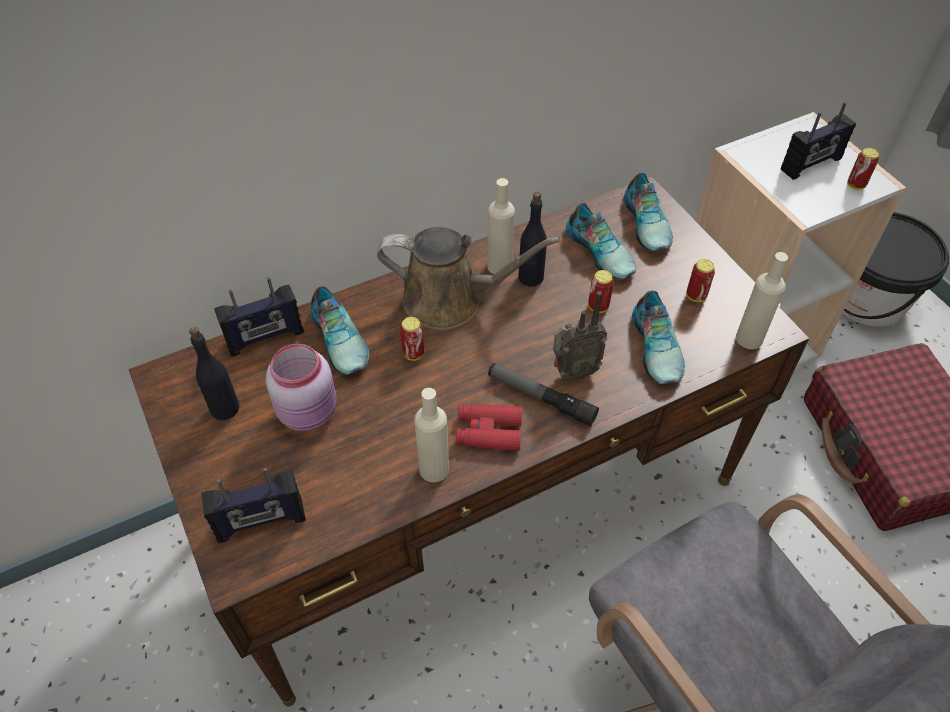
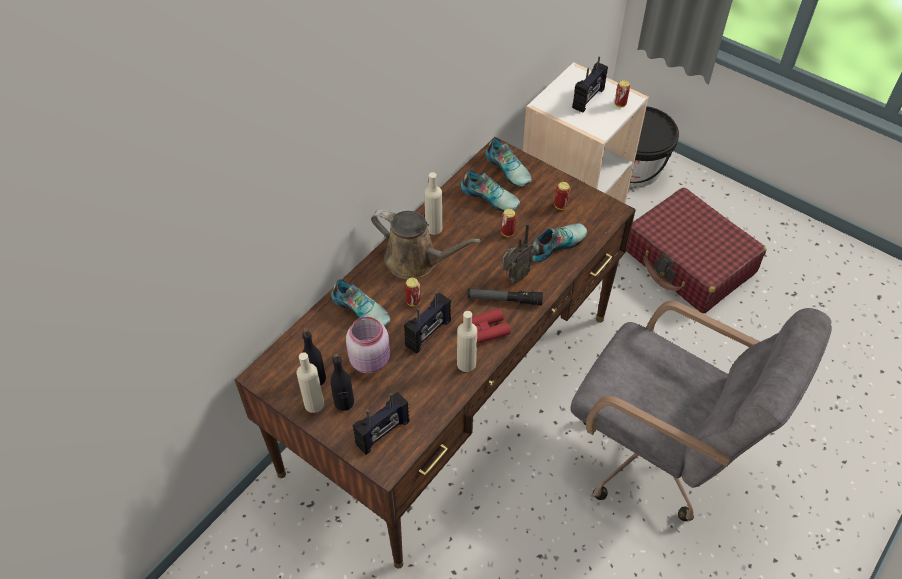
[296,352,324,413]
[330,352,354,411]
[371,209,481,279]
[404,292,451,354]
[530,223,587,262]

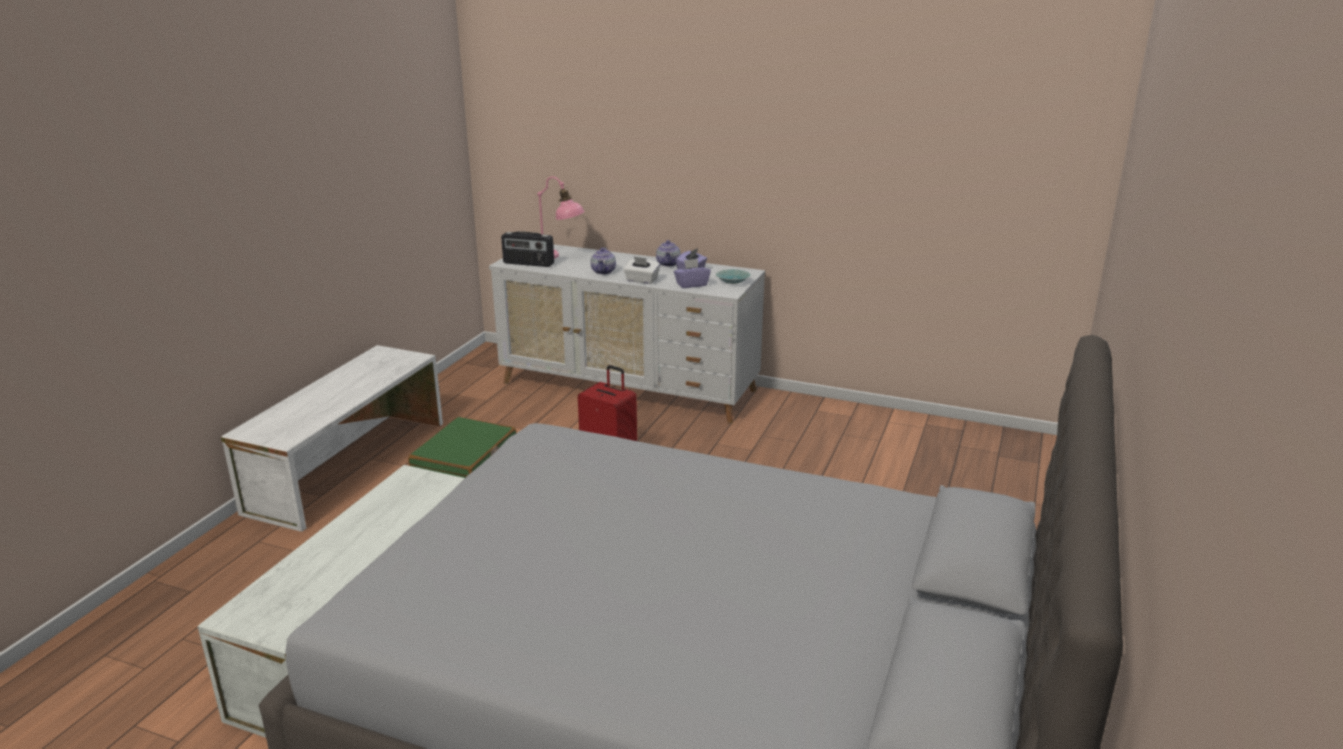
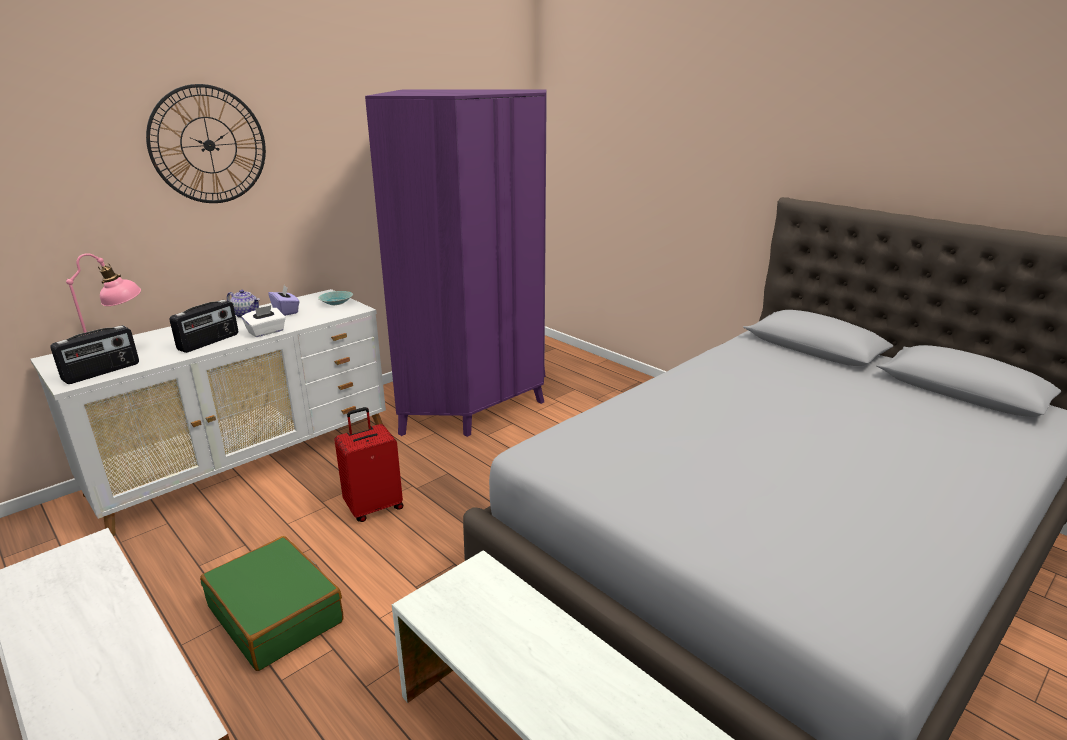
[146,84,266,203]
[170,300,238,353]
[365,89,547,437]
[674,259,711,288] (first image)

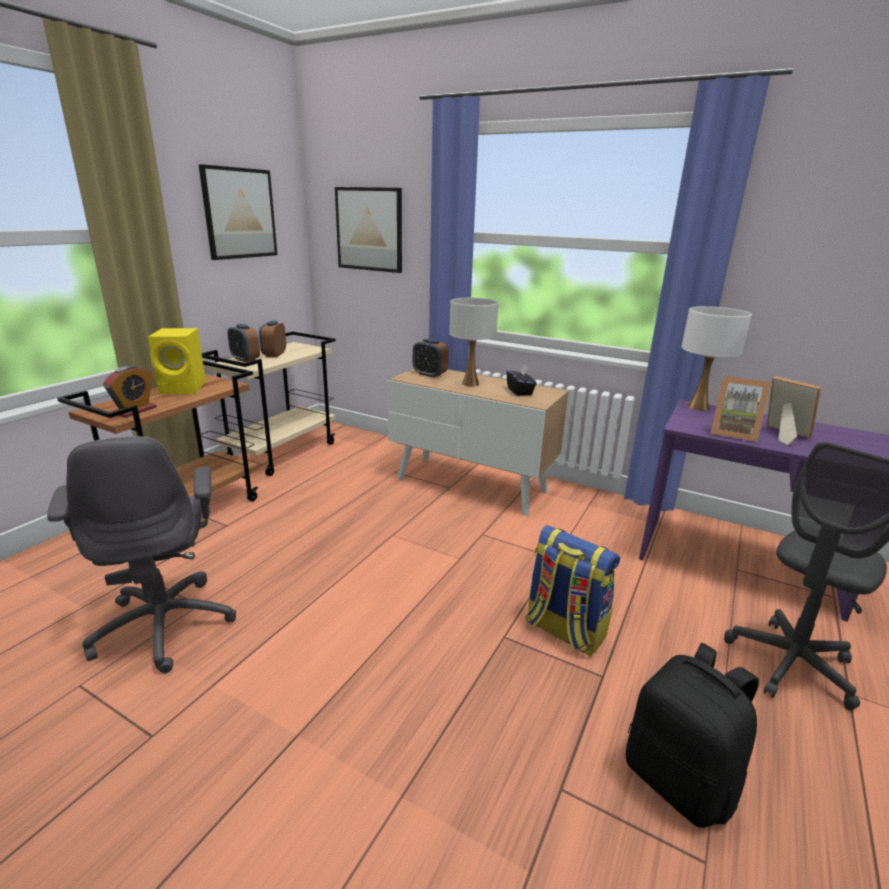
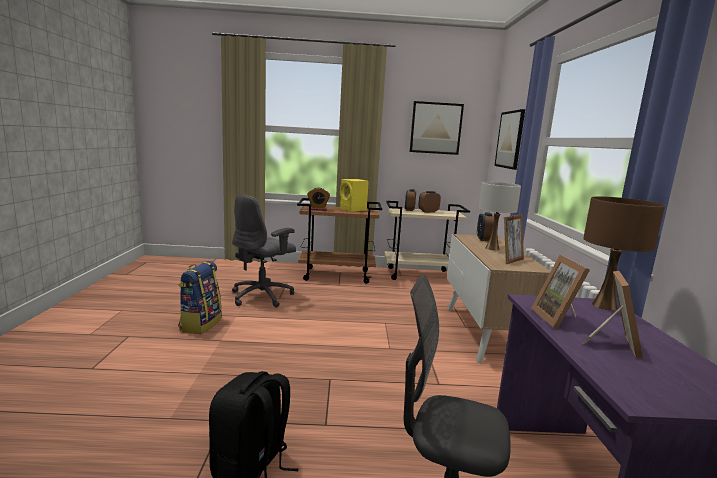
[178,261,222,334]
[504,215,524,264]
[583,196,665,311]

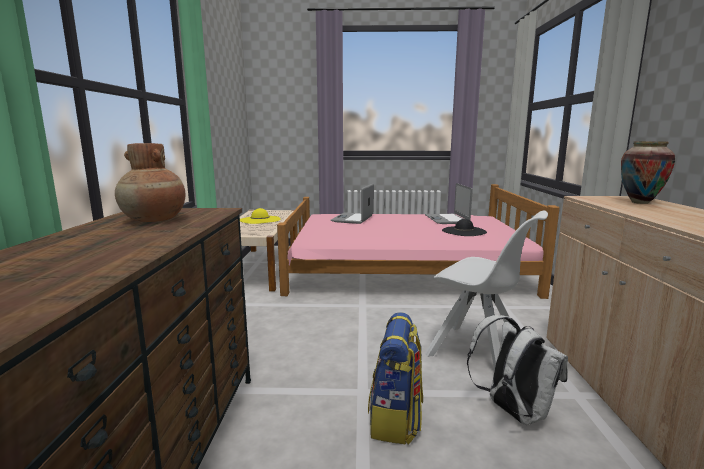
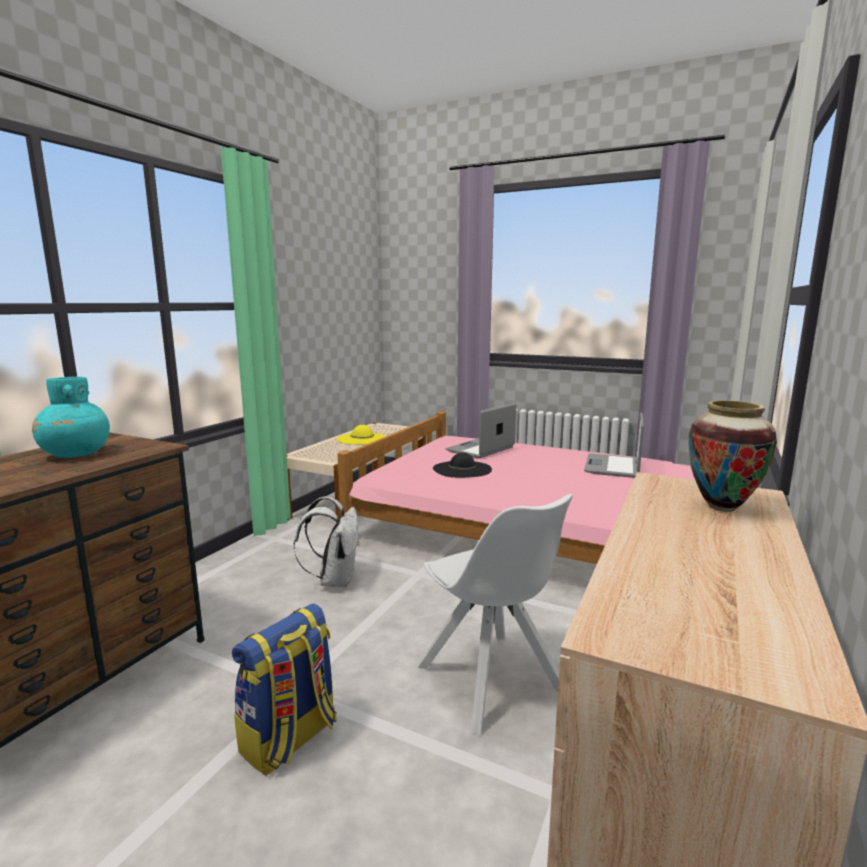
[32,377,110,458]
[294,497,360,588]
[433,453,492,478]

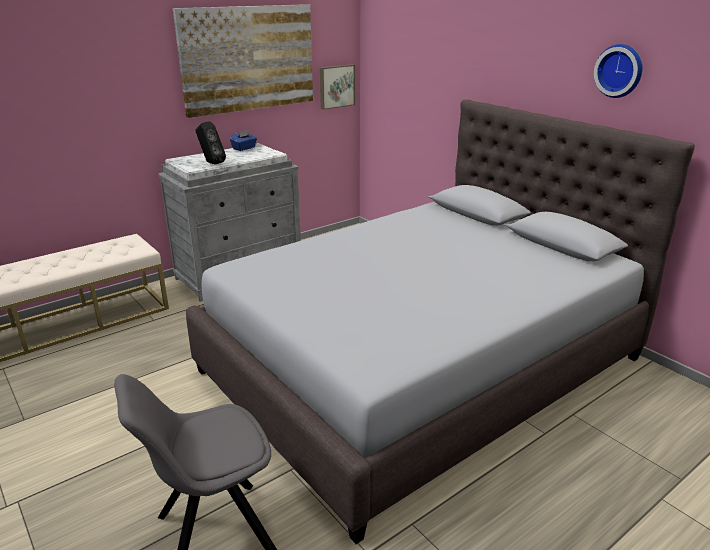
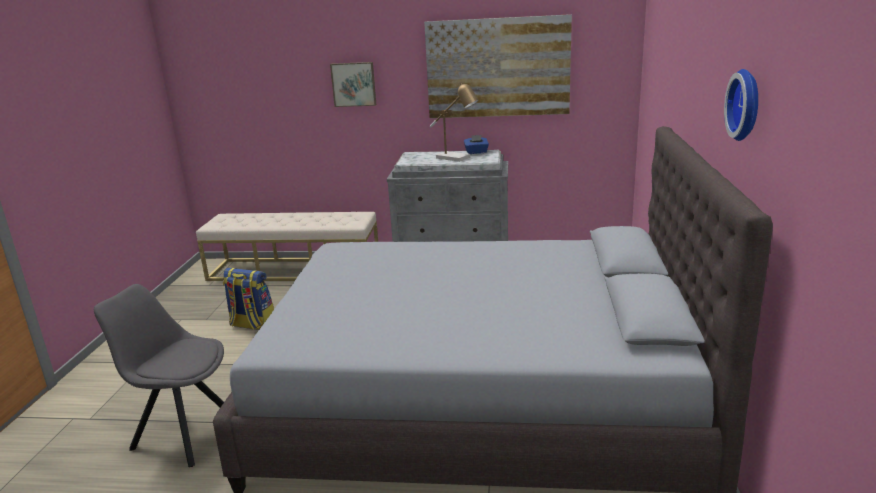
[223,268,274,330]
[330,62,376,107]
[430,82,479,162]
[196,121,226,164] (first image)

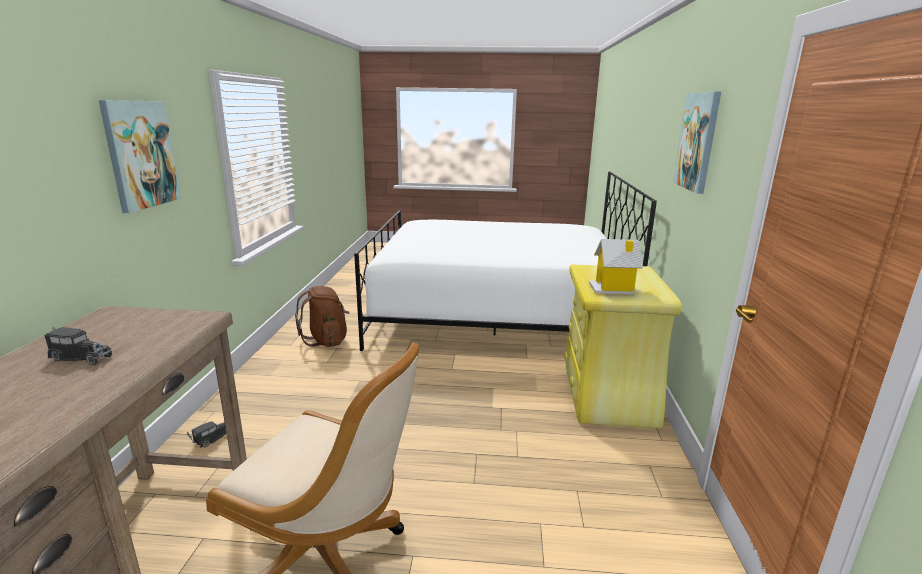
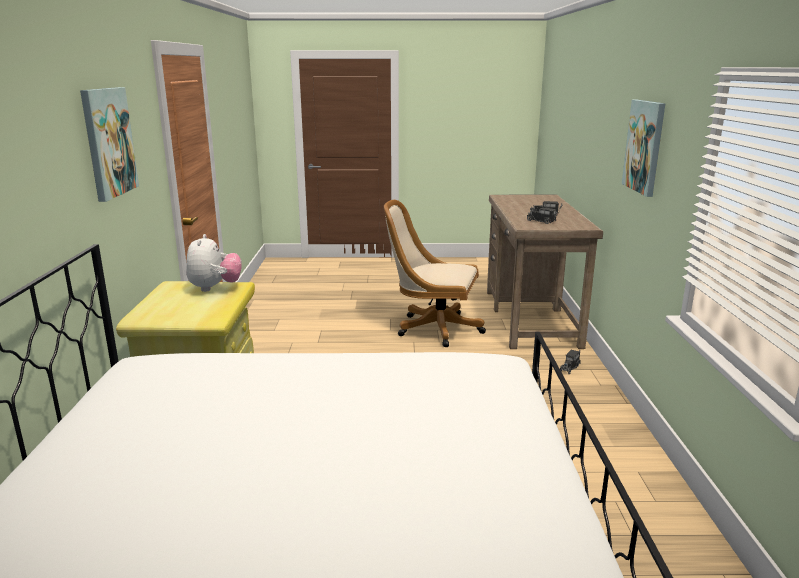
[186,234,242,292]
[527,208,557,224]
[295,286,350,347] (first image)

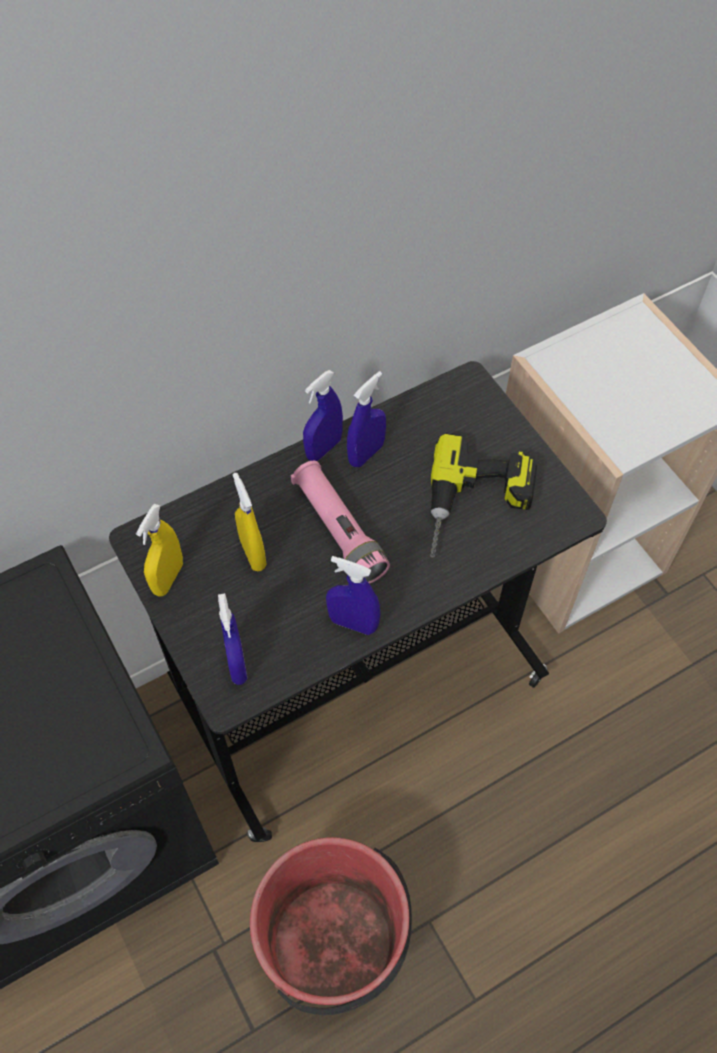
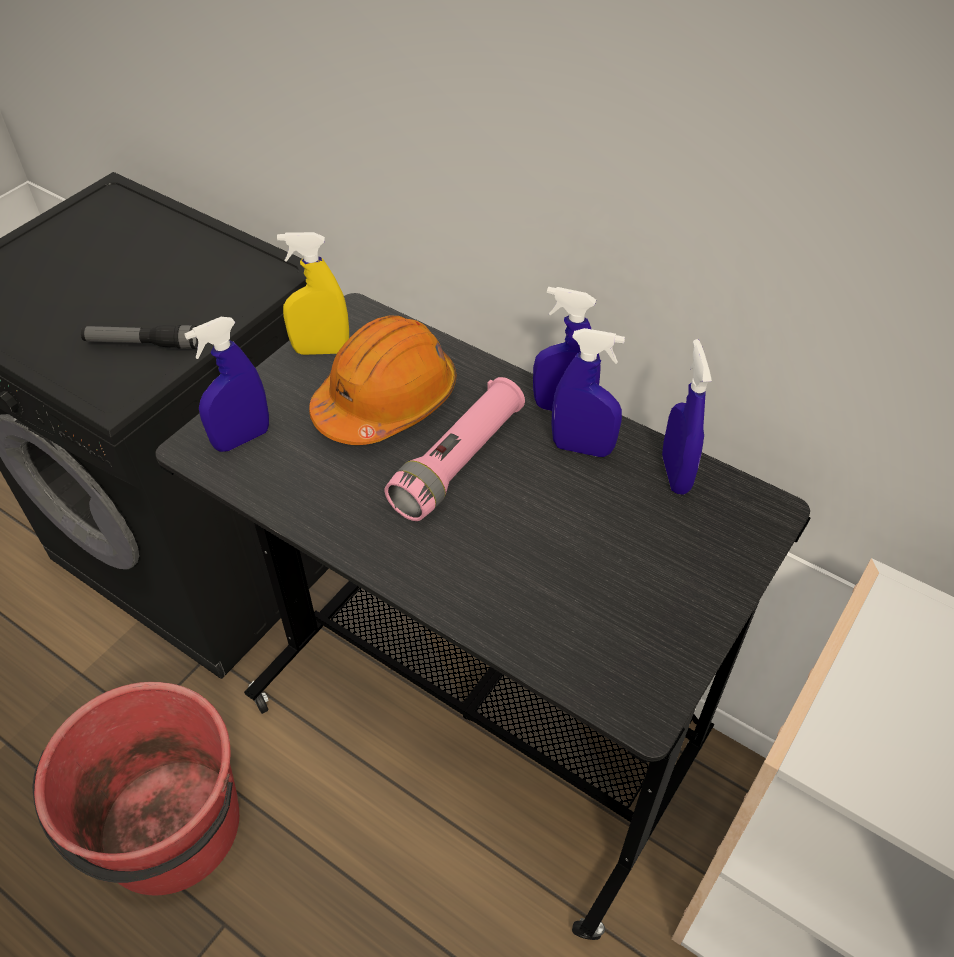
[81,325,198,349]
[309,316,456,445]
[662,339,712,495]
[430,433,537,558] (first image)

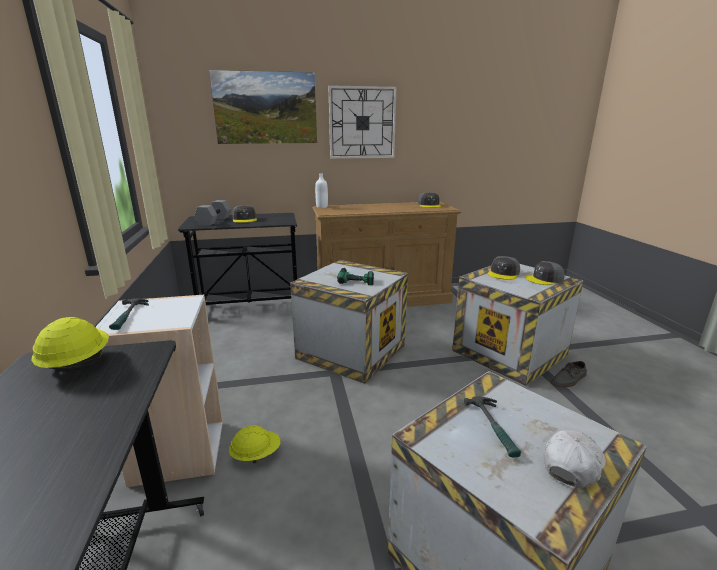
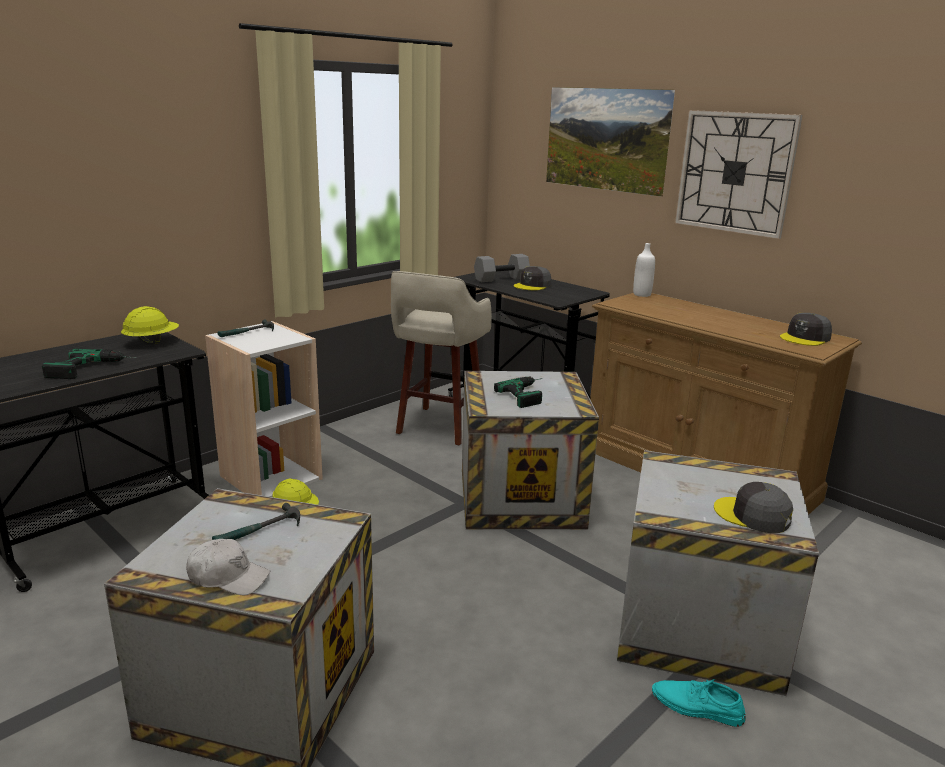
[42,349,136,379]
[391,271,492,445]
[652,679,746,727]
[488,256,520,280] (first image)

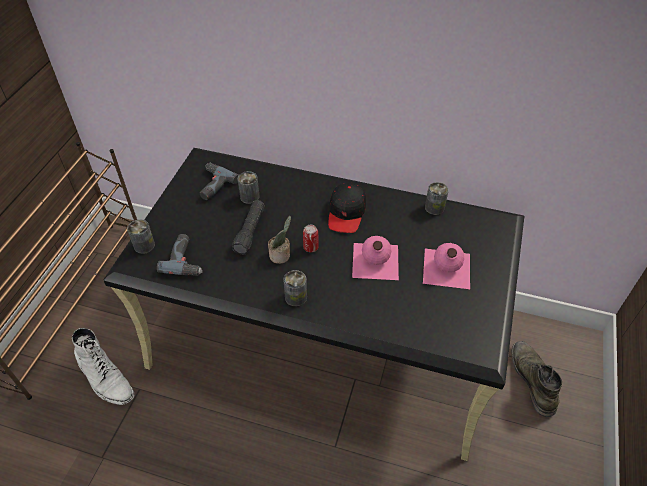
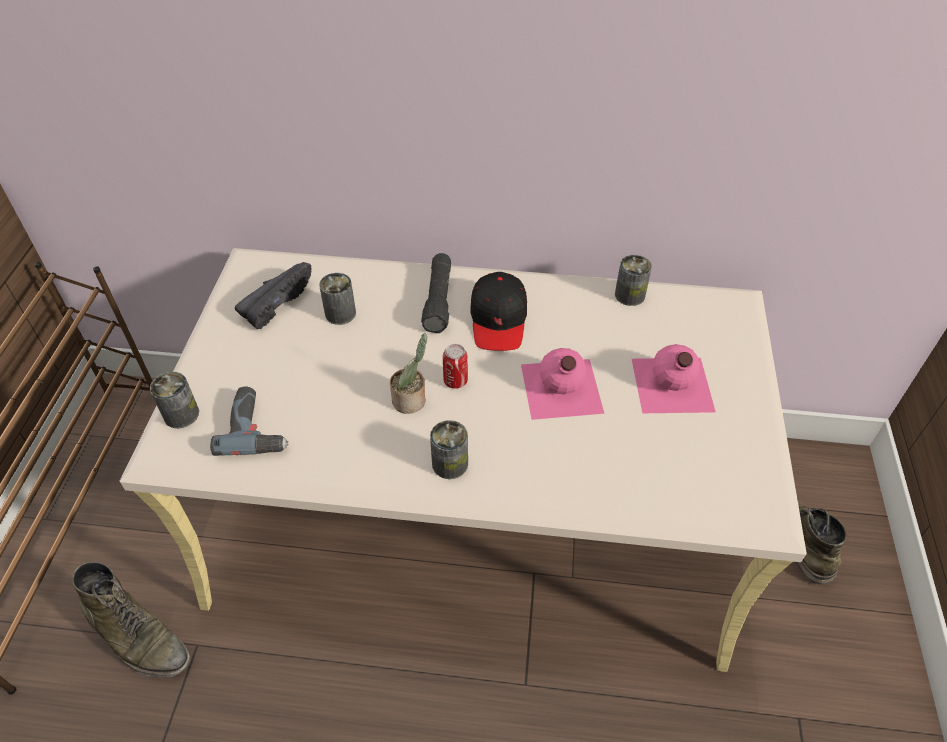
[73,562,191,677]
[120,248,807,672]
[235,262,311,329]
[421,253,451,333]

